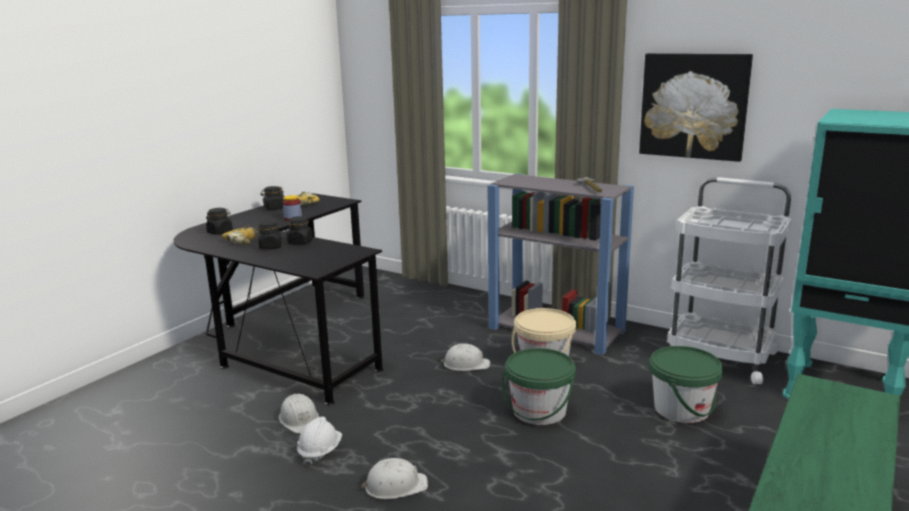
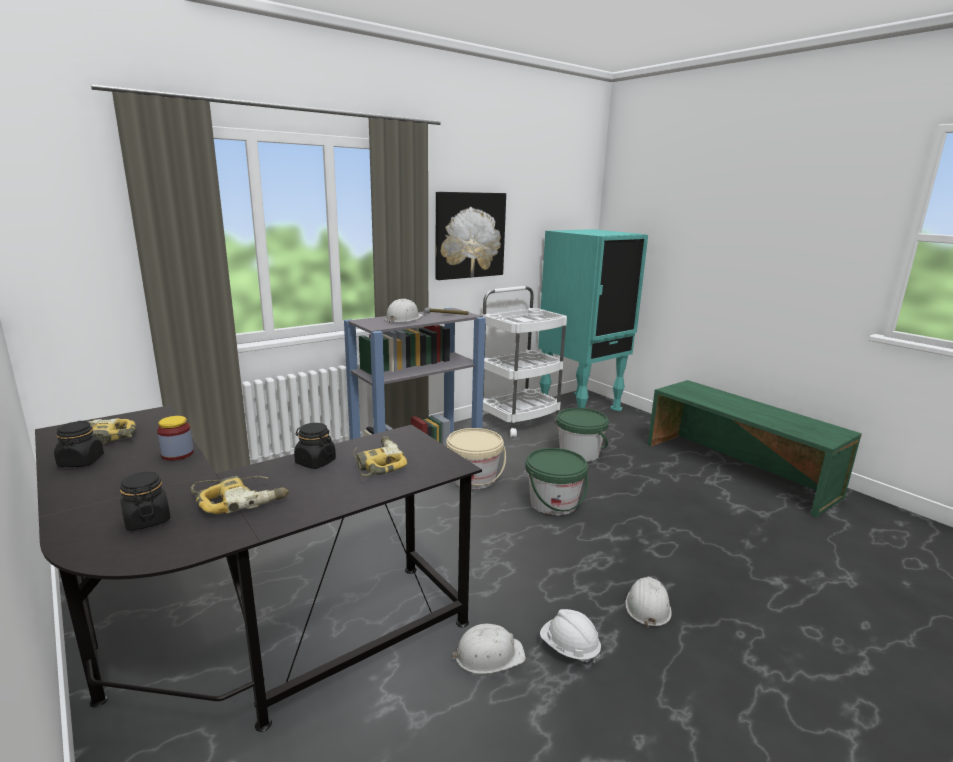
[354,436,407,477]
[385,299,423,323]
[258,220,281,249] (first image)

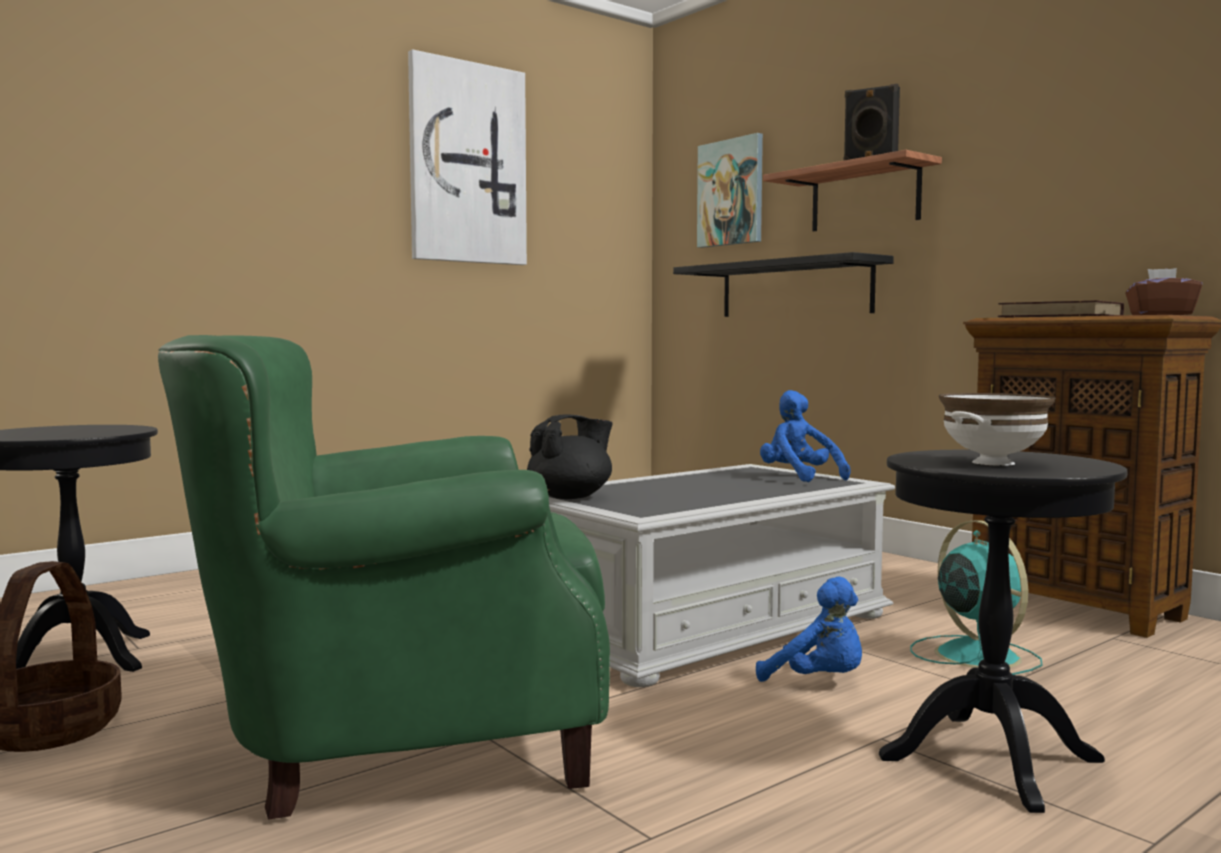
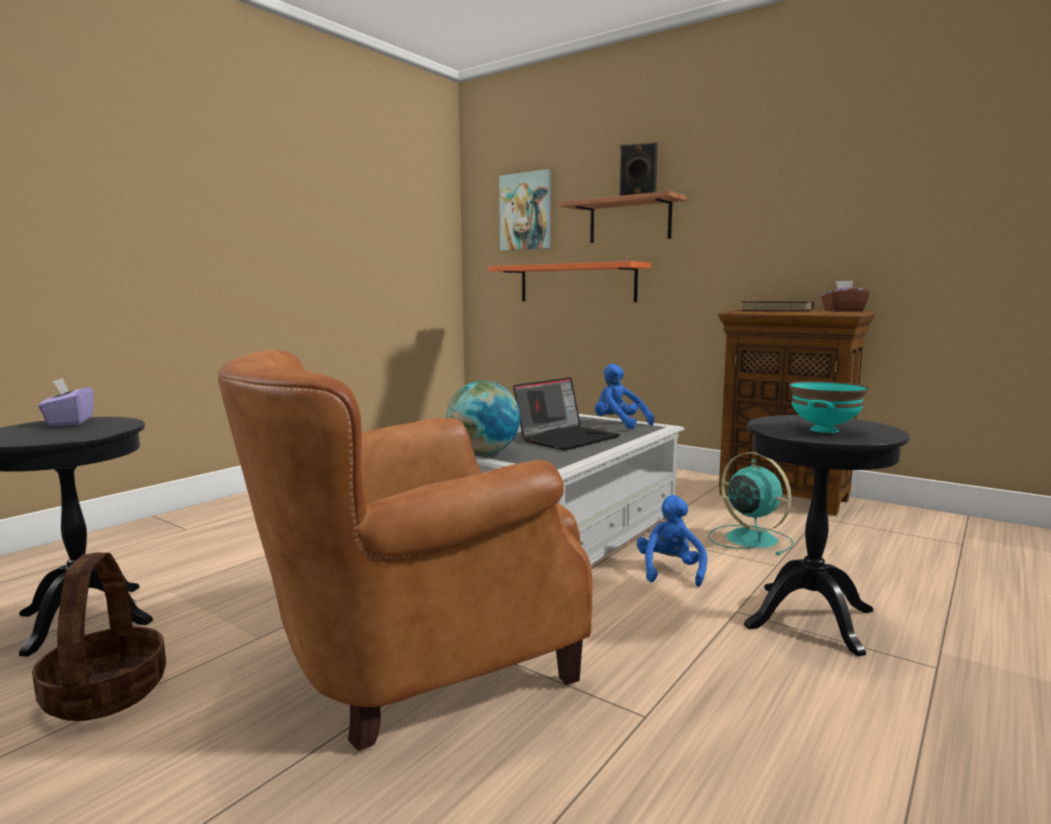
[38,378,94,426]
[218,350,593,751]
[446,381,520,455]
[488,261,651,302]
[513,377,620,450]
[637,495,707,587]
[789,381,869,433]
[408,49,527,265] (first image)

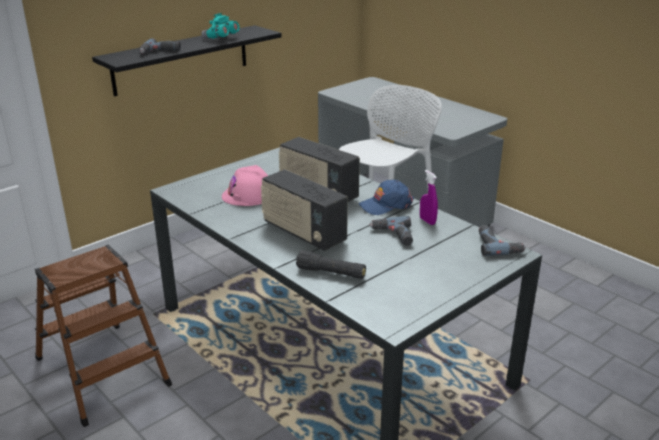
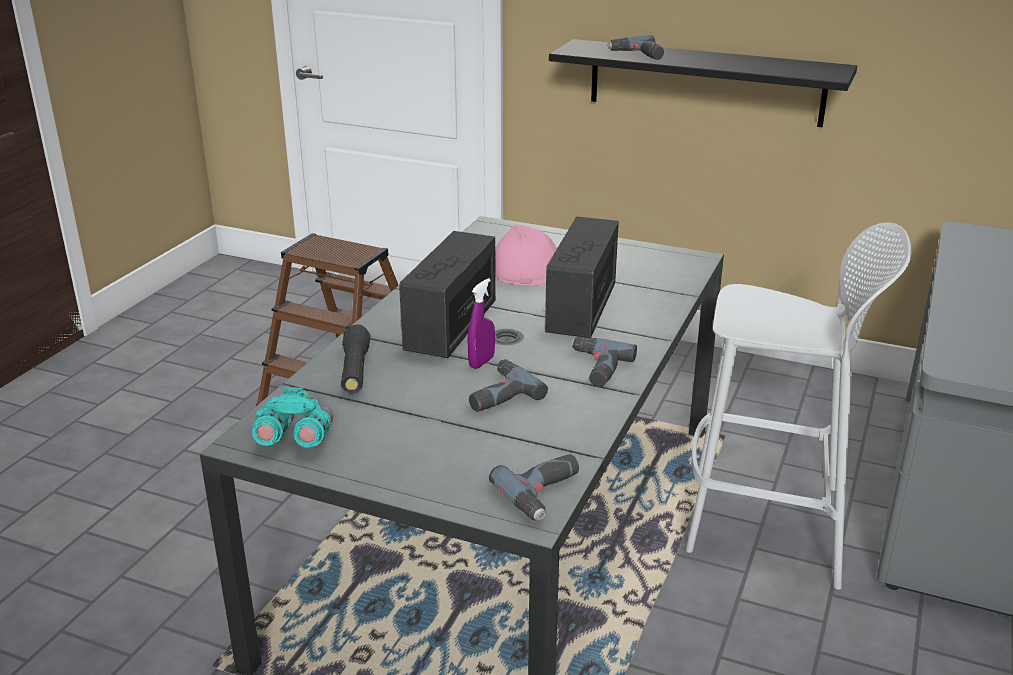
[252,387,333,448]
[468,278,495,369]
[571,336,637,387]

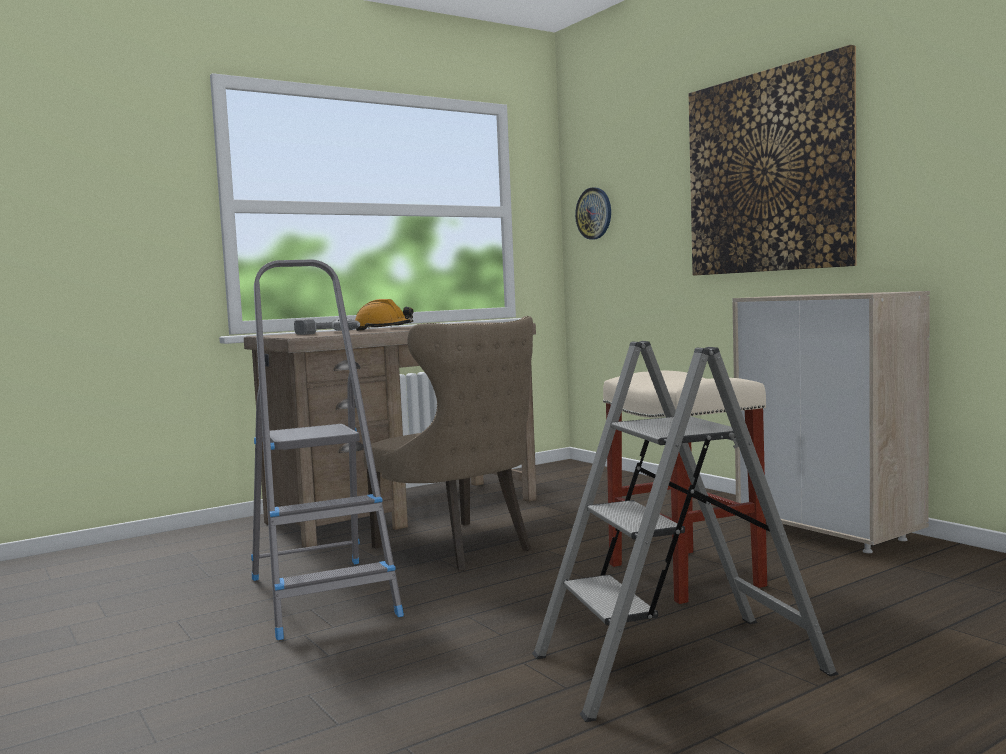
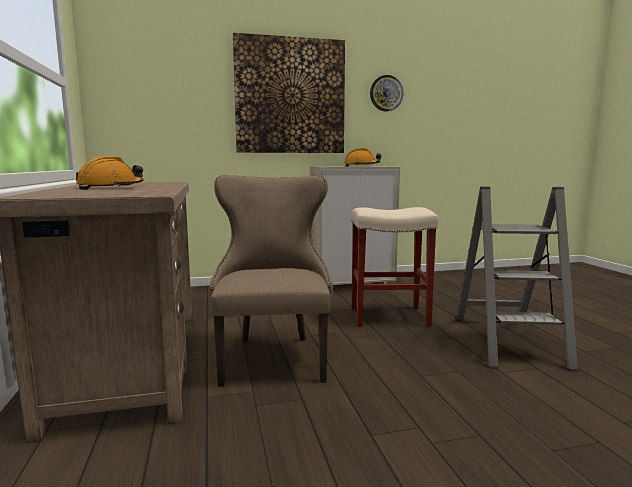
[209,175,333,387]
[344,148,382,166]
[370,75,403,112]
[251,260,404,640] (first image)
[294,318,360,335] (first image)

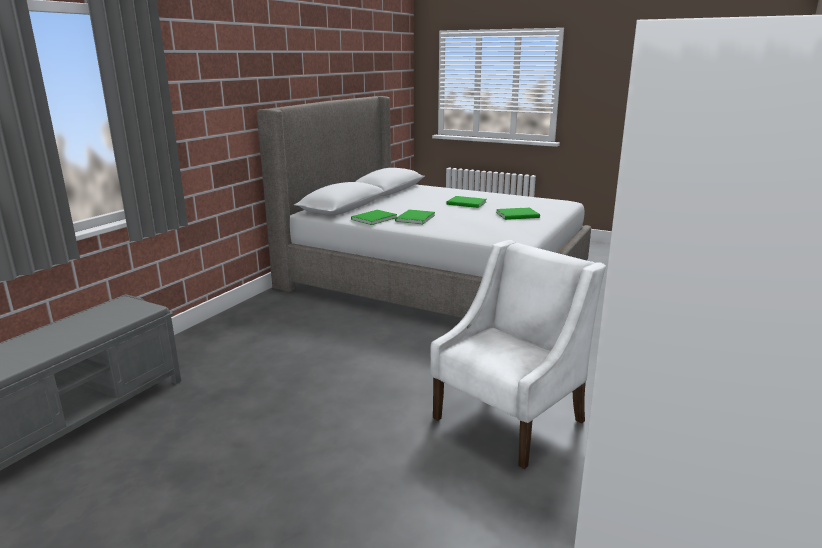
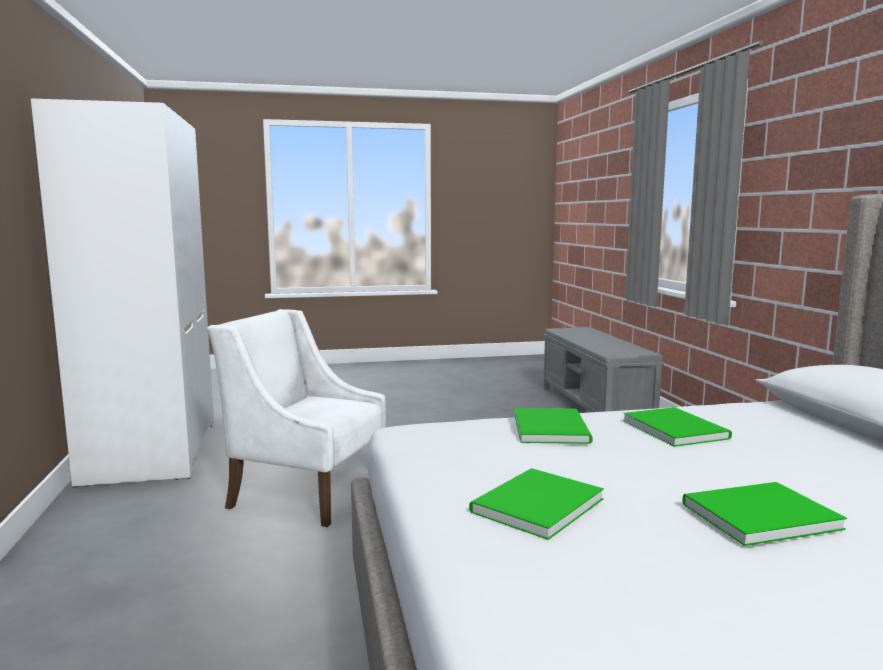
[207,309,386,527]
[514,408,593,444]

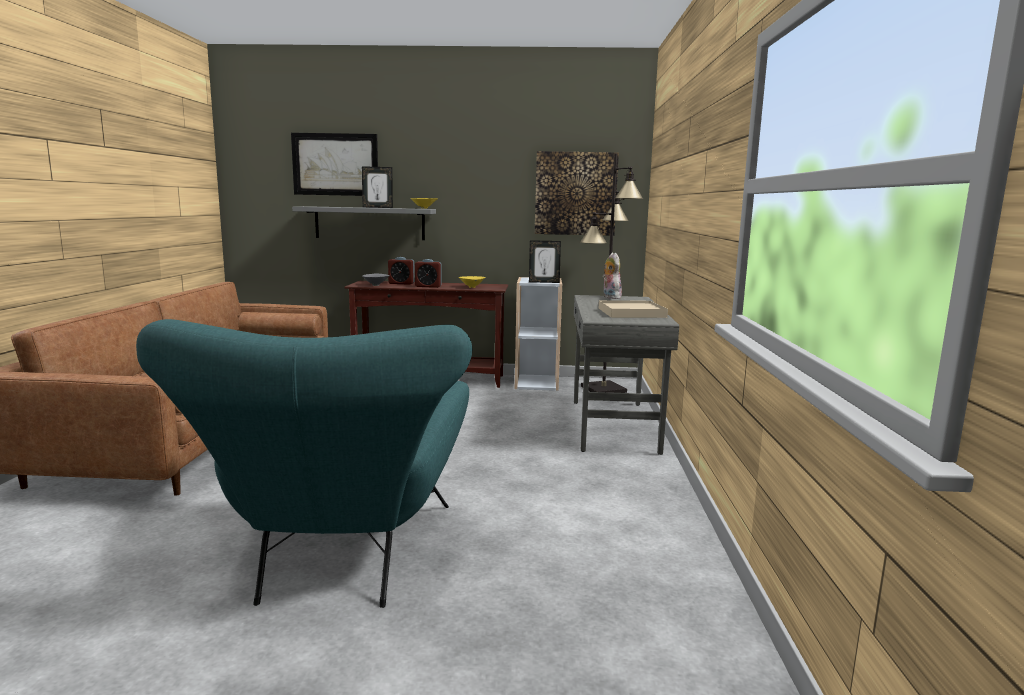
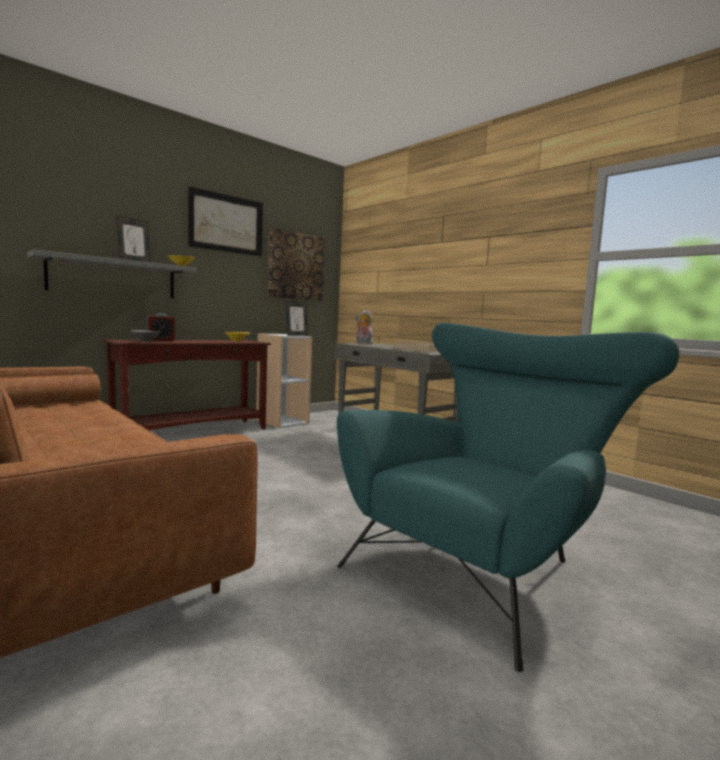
[188,186,263,256]
[337,323,679,672]
[415,259,441,288] (first image)
[580,153,643,393] (first image)

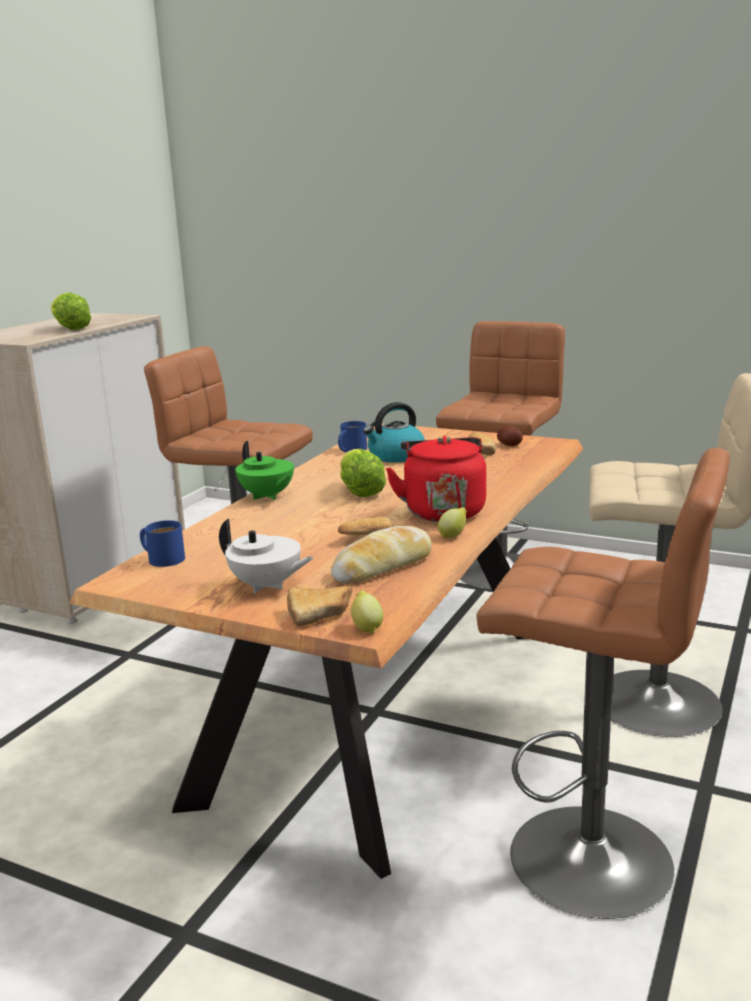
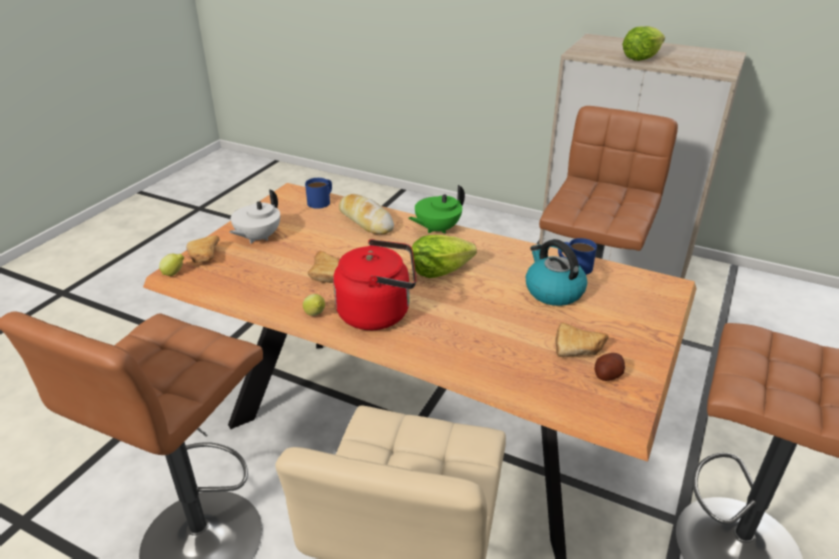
[339,194,394,234]

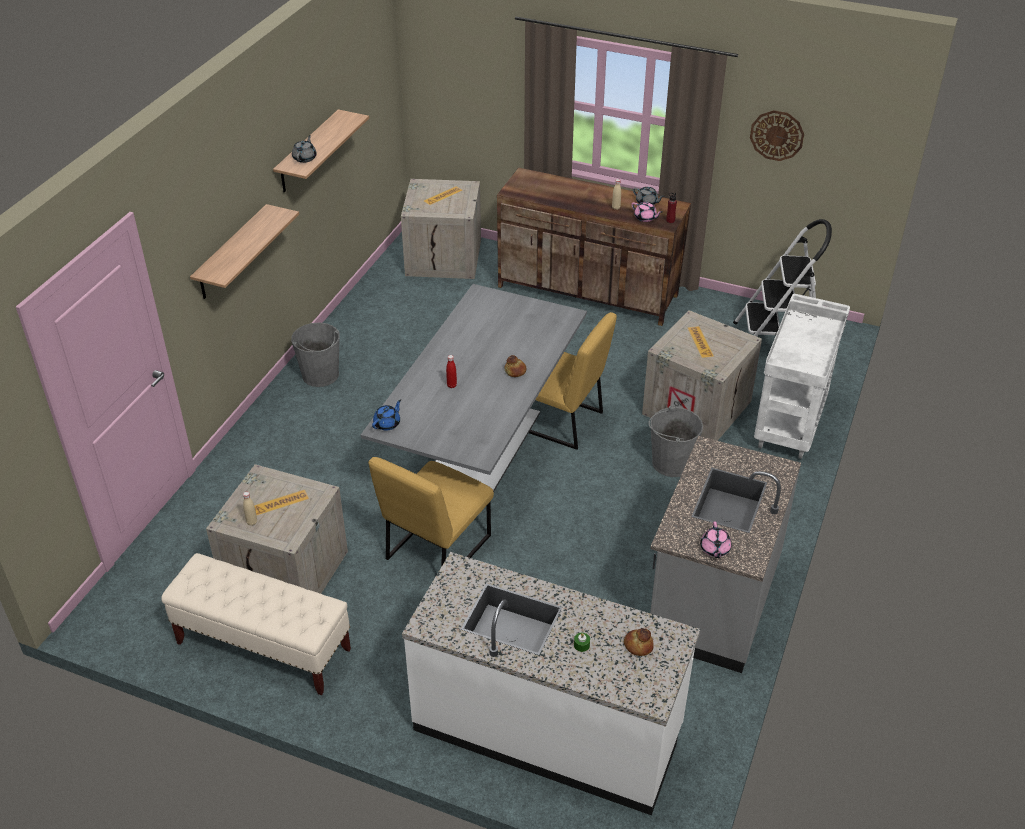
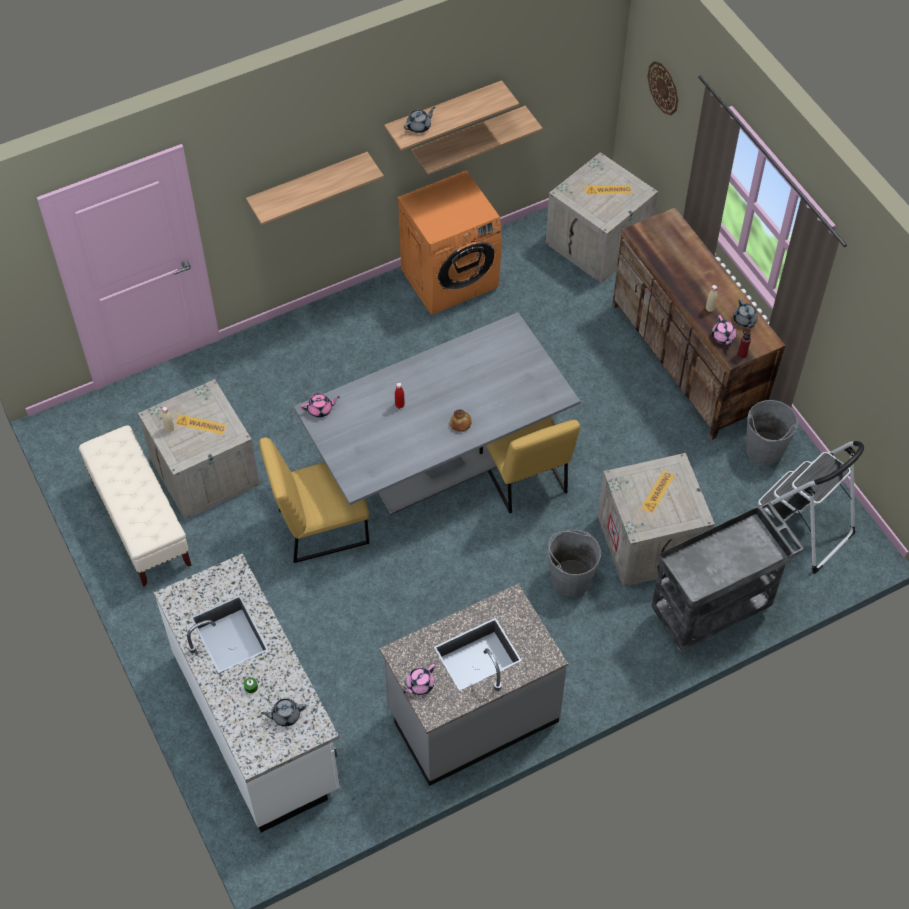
[261,699,306,726]
[301,393,340,417]
[398,170,502,315]
[412,106,543,175]
[648,61,678,115]
[651,502,804,651]
[746,400,798,465]

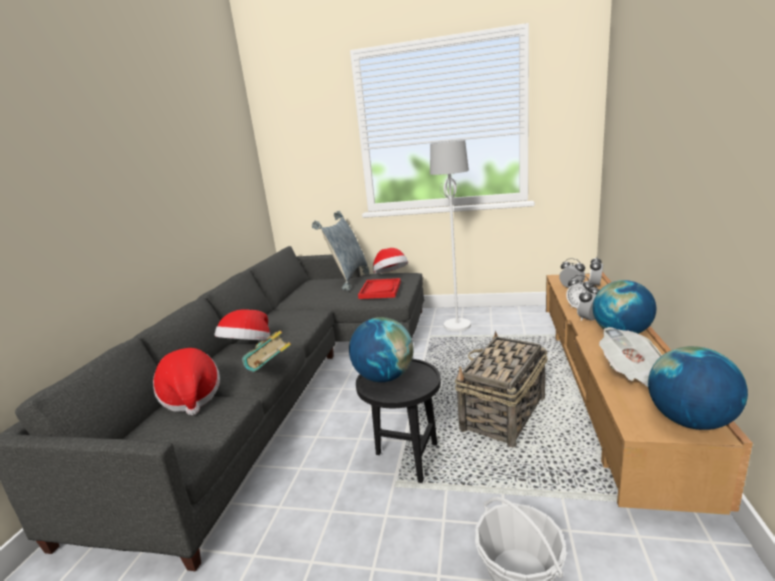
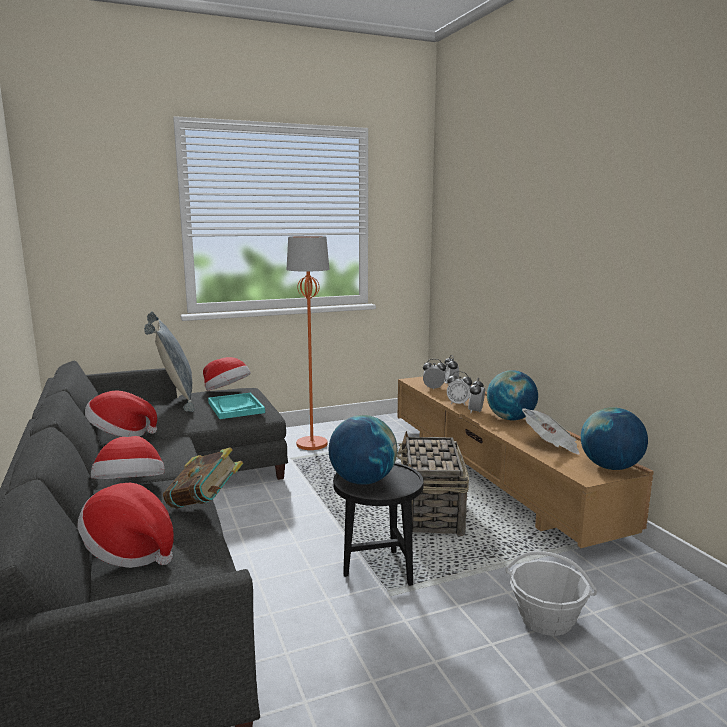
[85,391,157,437]
[208,393,265,419]
[287,236,330,450]

